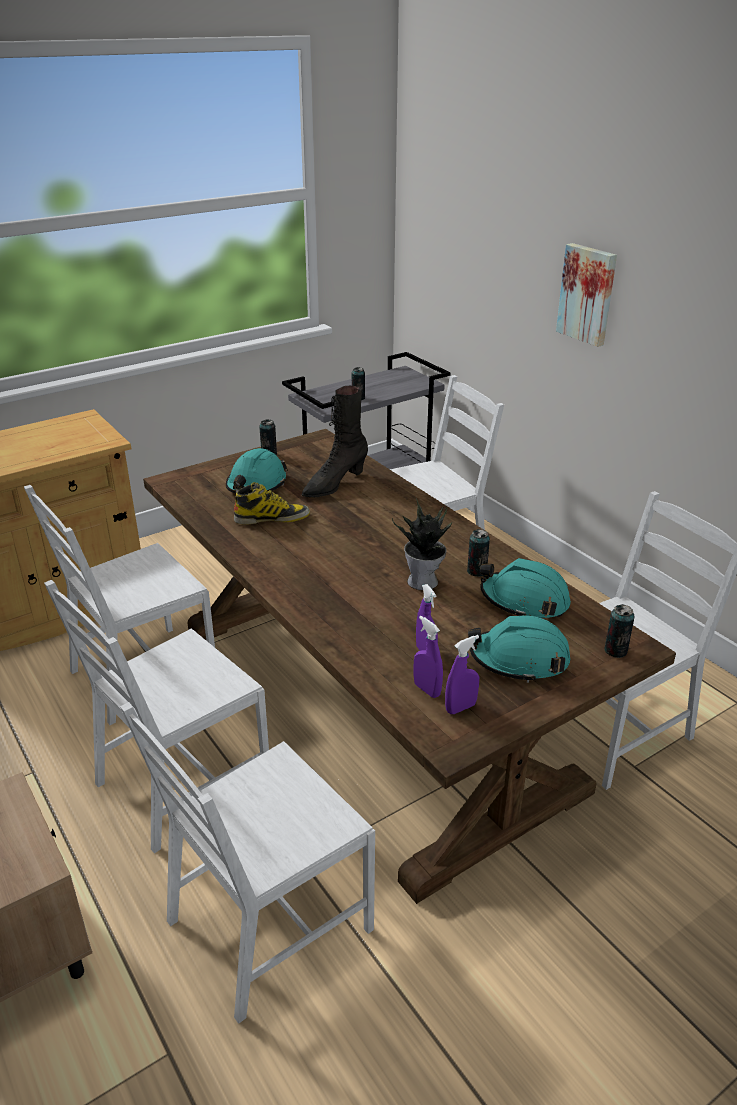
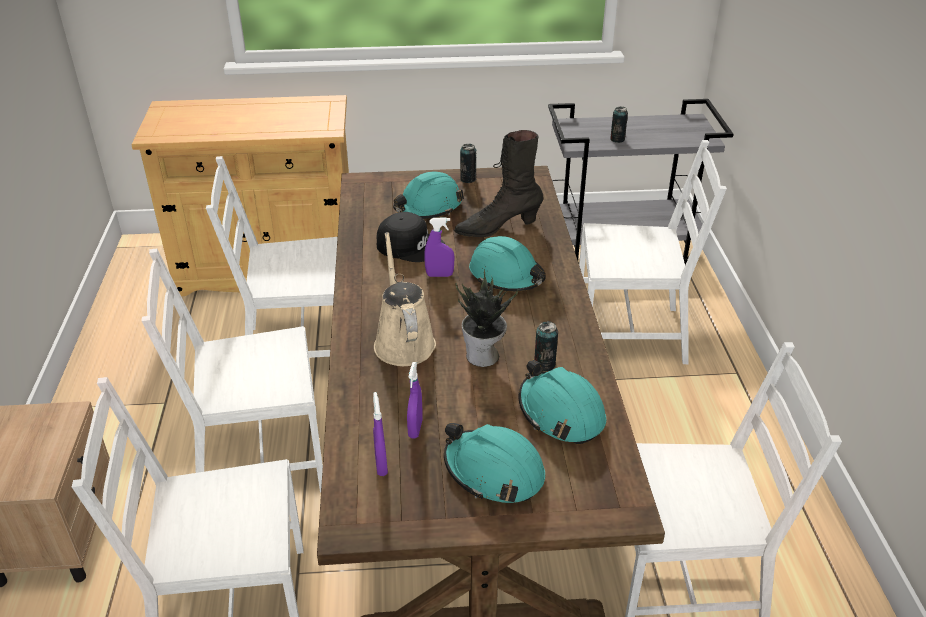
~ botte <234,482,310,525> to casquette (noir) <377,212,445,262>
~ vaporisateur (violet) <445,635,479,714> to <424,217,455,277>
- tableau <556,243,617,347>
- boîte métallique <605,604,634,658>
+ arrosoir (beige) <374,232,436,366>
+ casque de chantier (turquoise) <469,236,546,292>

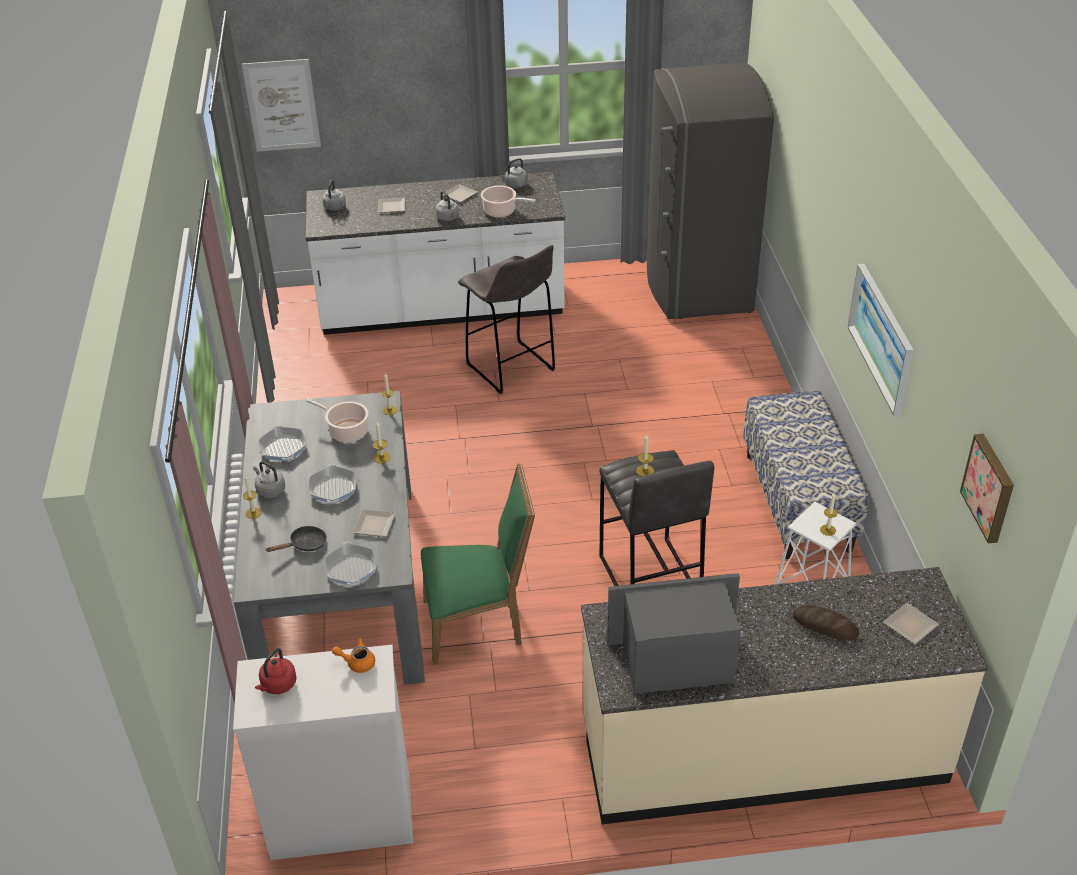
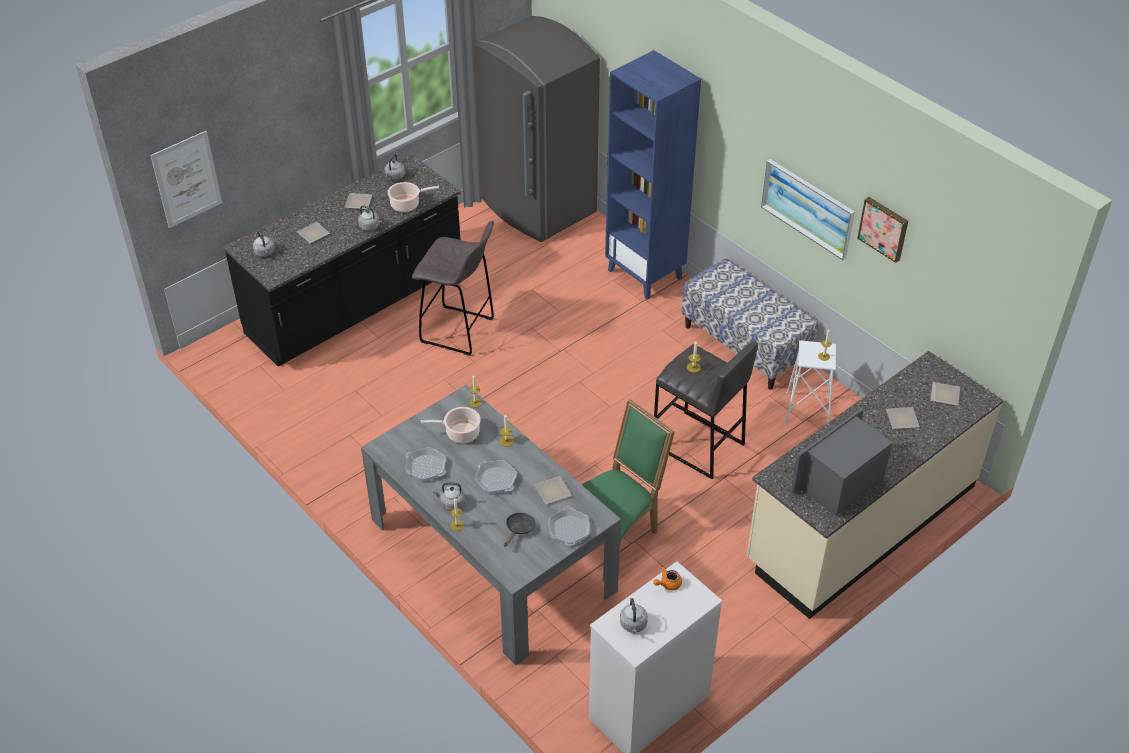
~ bouilloire (rouge) <255,648,297,694> to bouilloire (gris) <620,598,648,633>
~ comptoir de cuisine (blanc) <305,172,565,335> to comptoir de cuisine (noir) <223,154,461,366>
~ poêle <324,542,376,586> = <549,506,590,546> 45 degrees clockwise
~ pain <793,605,859,641> to assiette <886,407,920,429>
~ tableau <960,434,1014,544> to <857,197,908,263>
+ bibliothèque (bleu) <605,50,701,300>

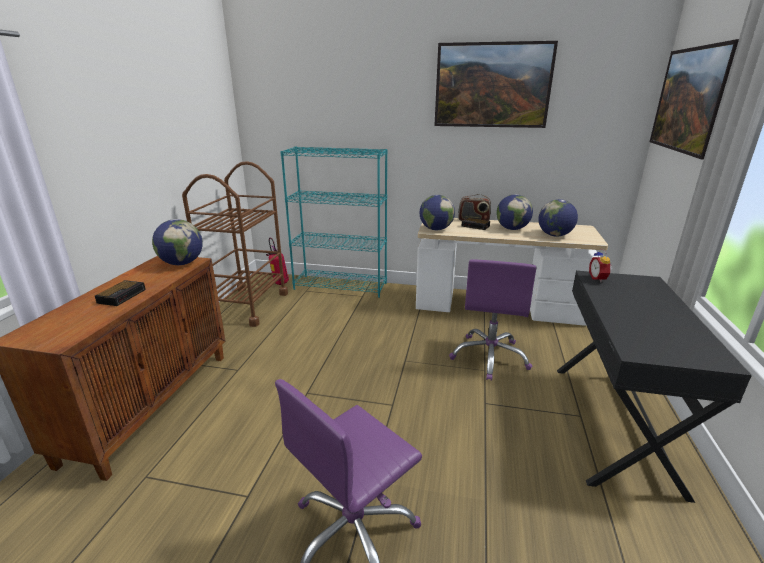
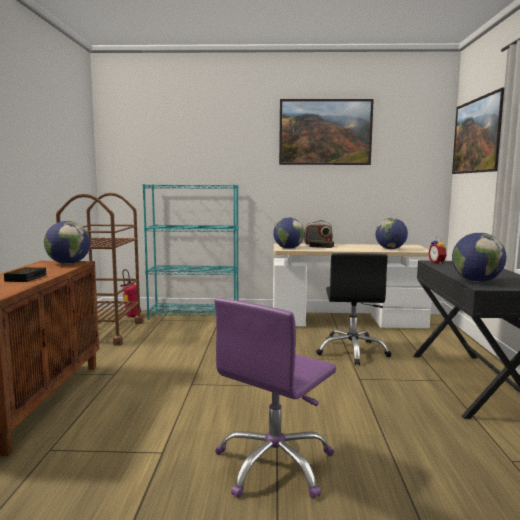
~ chaise de bureau (violet) <449,259,537,381> to chaise de bureau (noir) <316,253,392,365>
~ globe <496,194,533,230> to <452,232,506,282>

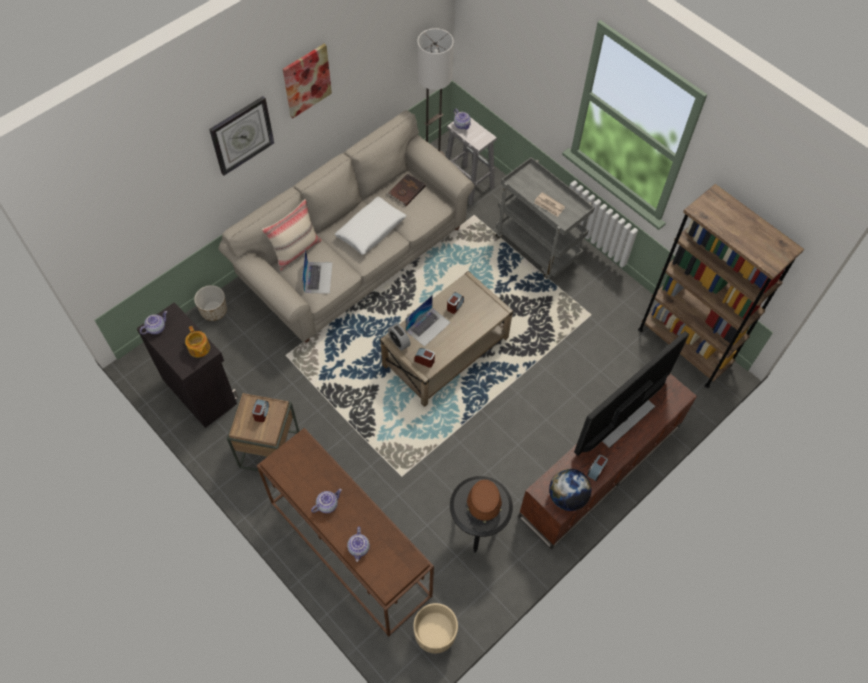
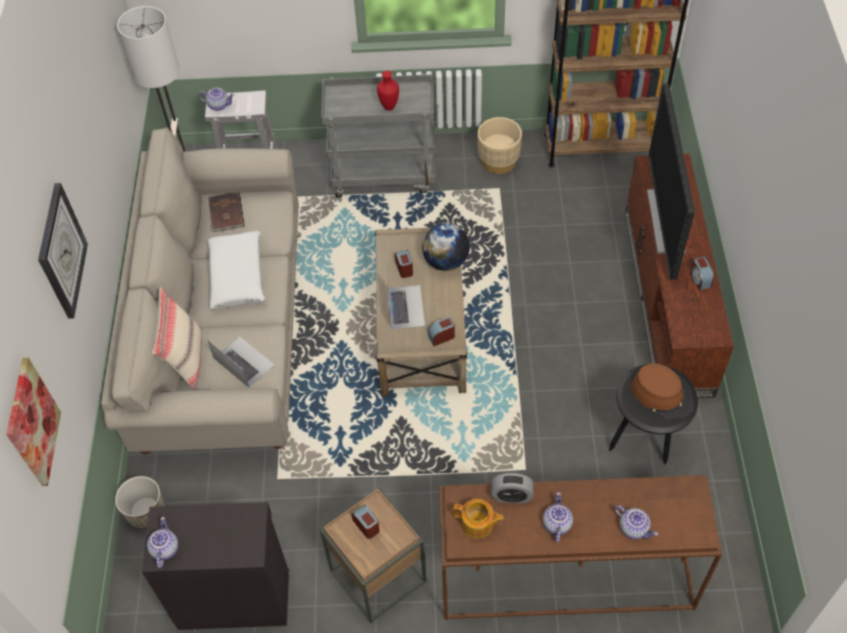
~ théière <185,326,210,357> to <453,499,504,539>
~ tableau <283,44,332,118> to <6,358,61,486>
~ réveil <388,324,411,351> to <491,473,533,504>
~ cache-pot (beige) <413,603,458,653> to <478,117,522,174>
~ journal <534,192,565,217> to vase (rouge) <377,71,399,111>
~ globe <549,469,591,511> to <422,223,470,271>

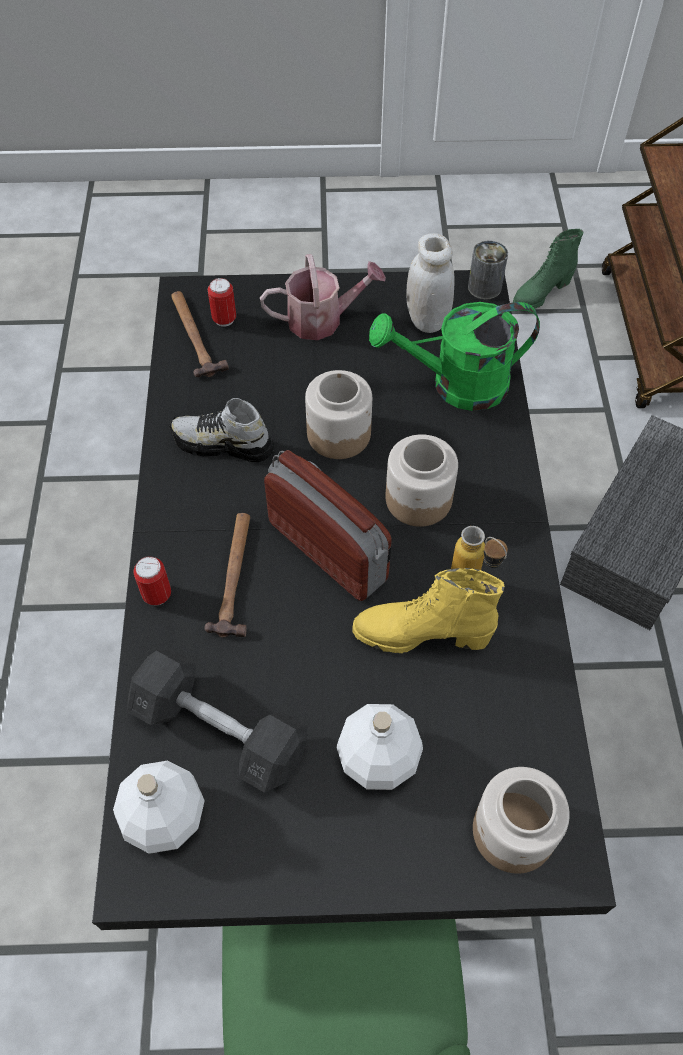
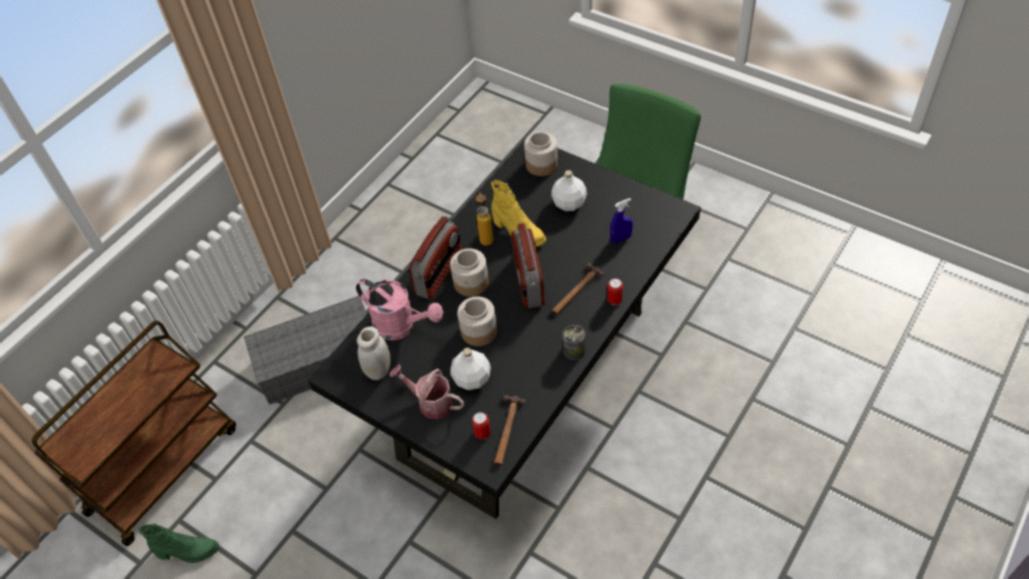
~ bouteille (blanc) <113,761,205,853> to <450,348,491,390>
~ haltère (gris) <127,650,308,793> to vaporisateur (bleu) <610,198,633,244>
- chaussure <169,398,274,462>
~ arrosoir (vert) <369,302,540,411> to arrosoir (rose) <356,279,444,340>
~ boîte métallique <468,240,508,299> to <563,325,585,360>
+ radio <409,216,462,300>

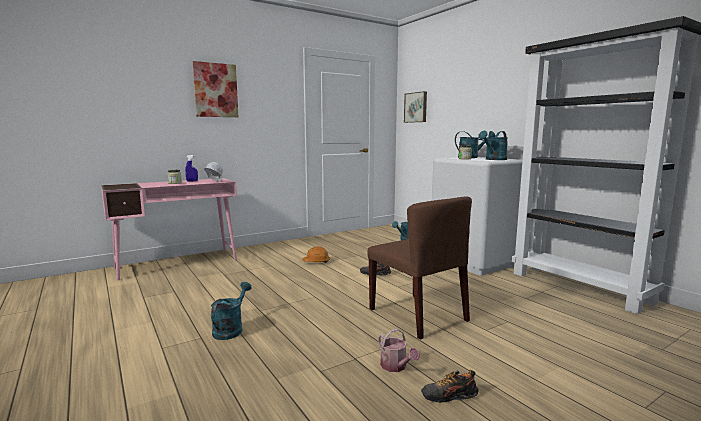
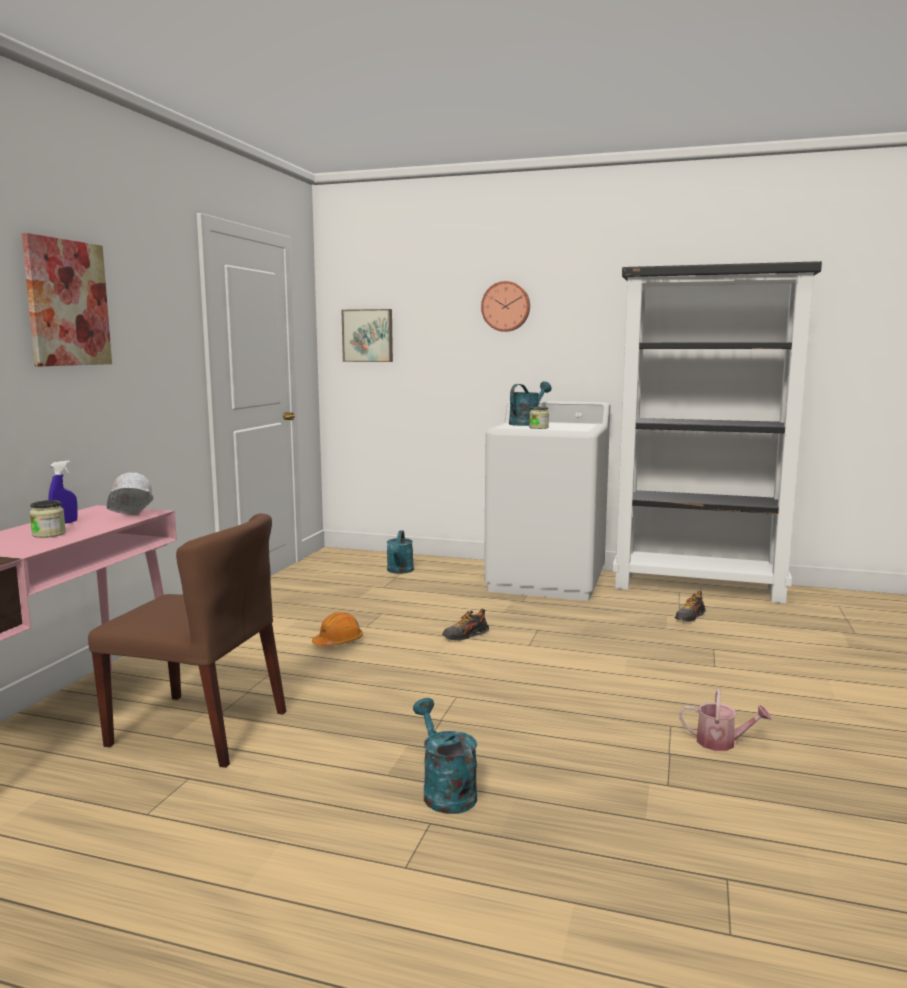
~ chaise (marron) <368,197,472,340> to <88,513,286,768>
~ chaussure <421,370,478,403> to <675,591,706,622>
- arrosoir (turquoise) <478,131,508,160>
+ horloge murale <481,281,530,332>

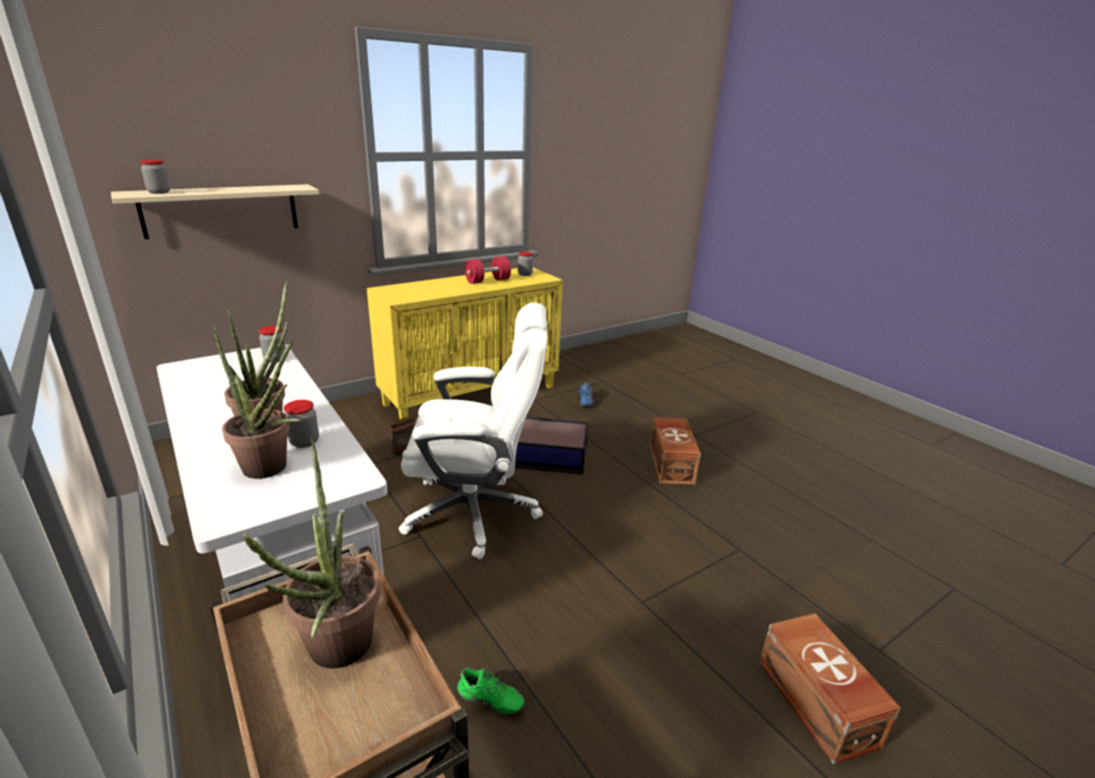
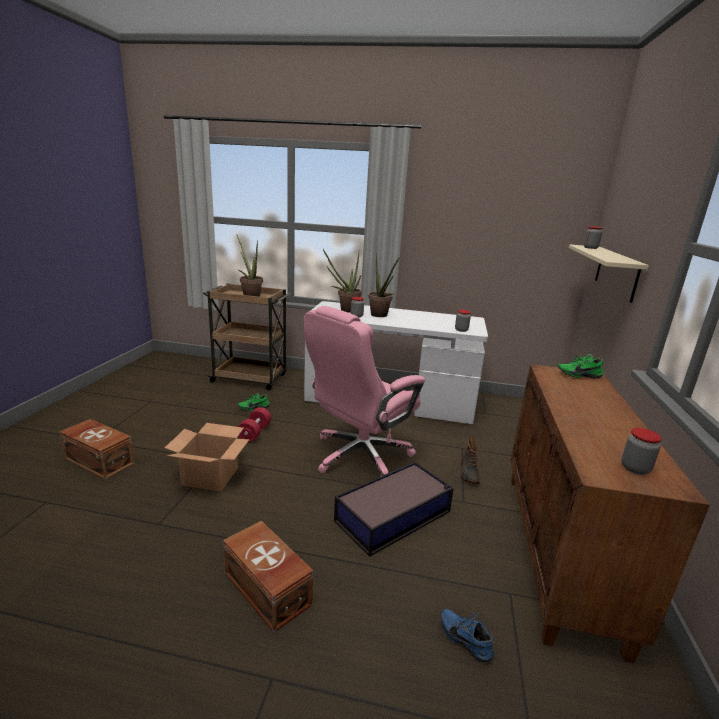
~ meuble de rangement (jaune) <367,268,563,419> to meuble de rangement (marron) <510,364,710,664>
~ chaise de bureau (blanc) <399,303,547,559> to chaise de bureau (rose) <304,306,425,477>
~ haltère (rouge) <465,256,511,284> to <238,407,271,442>
+ carton <165,423,250,491>
+ chaussure (vert) <558,354,604,379>

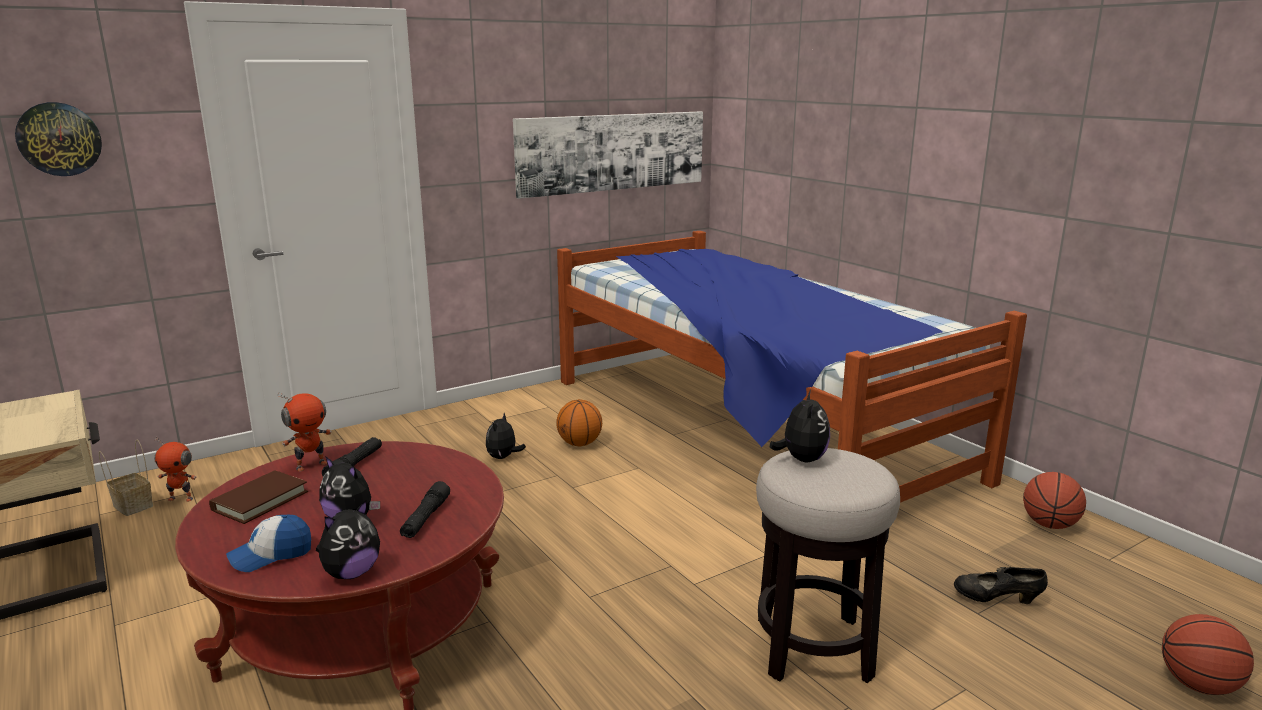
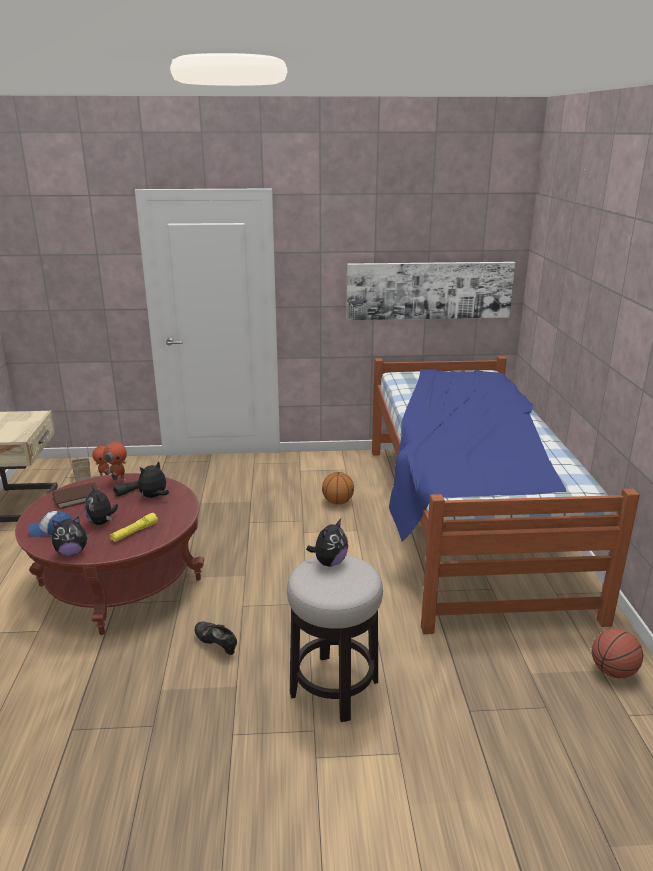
- horloge murale <15,102,102,176>
~ robot jouet <278,392,332,471> = <103,442,127,487> 60 degrees counterclockwise
~ lampe de poche (noir) <400,481,450,538> to lampe de poche (jaune) <110,513,158,542>
~ peluche <486,413,526,459> to <138,461,169,498>
~ chaussure (noir) <954,567,1048,604> to <195,622,237,655>
- ballon de basket <1162,614,1254,695>

